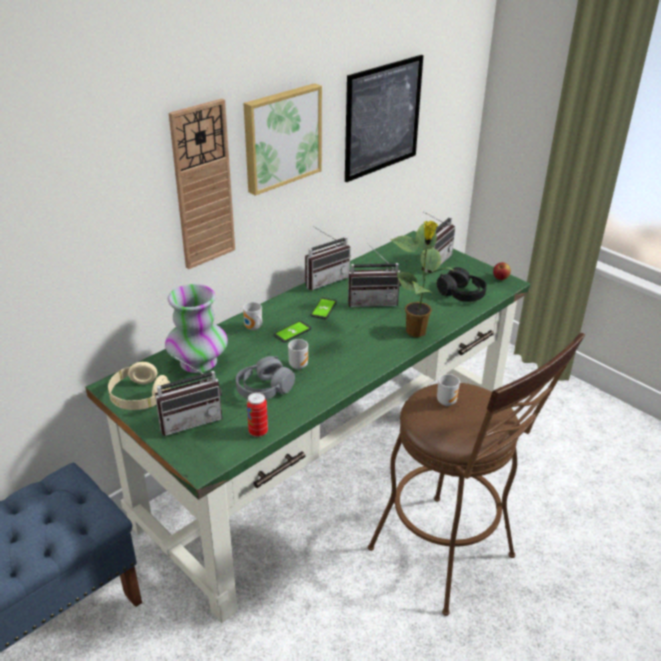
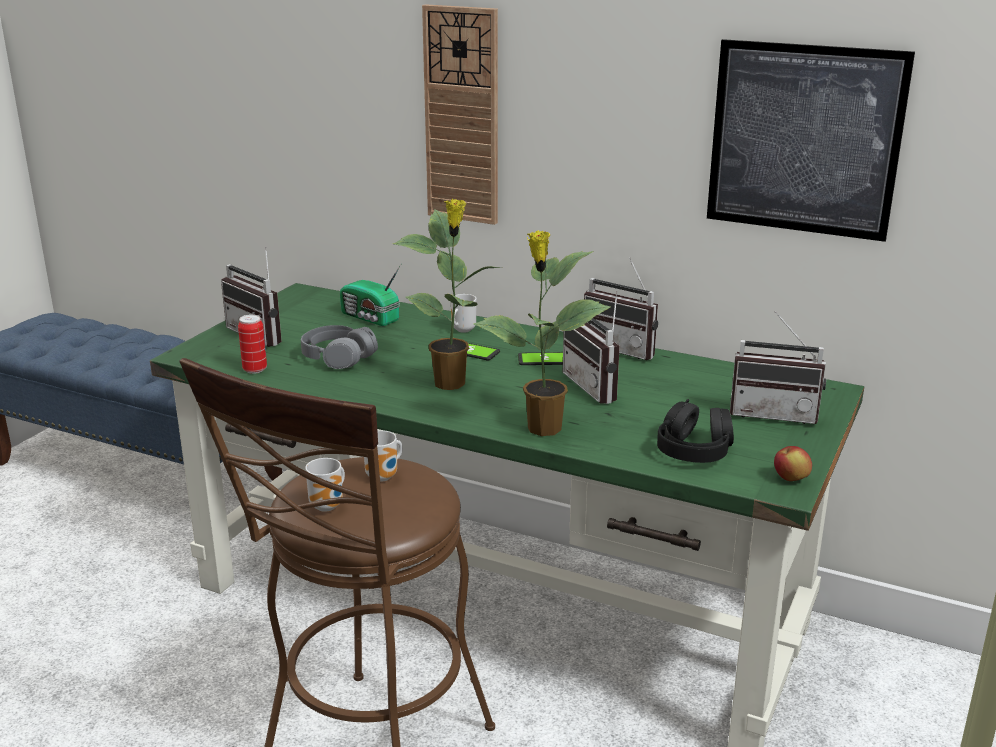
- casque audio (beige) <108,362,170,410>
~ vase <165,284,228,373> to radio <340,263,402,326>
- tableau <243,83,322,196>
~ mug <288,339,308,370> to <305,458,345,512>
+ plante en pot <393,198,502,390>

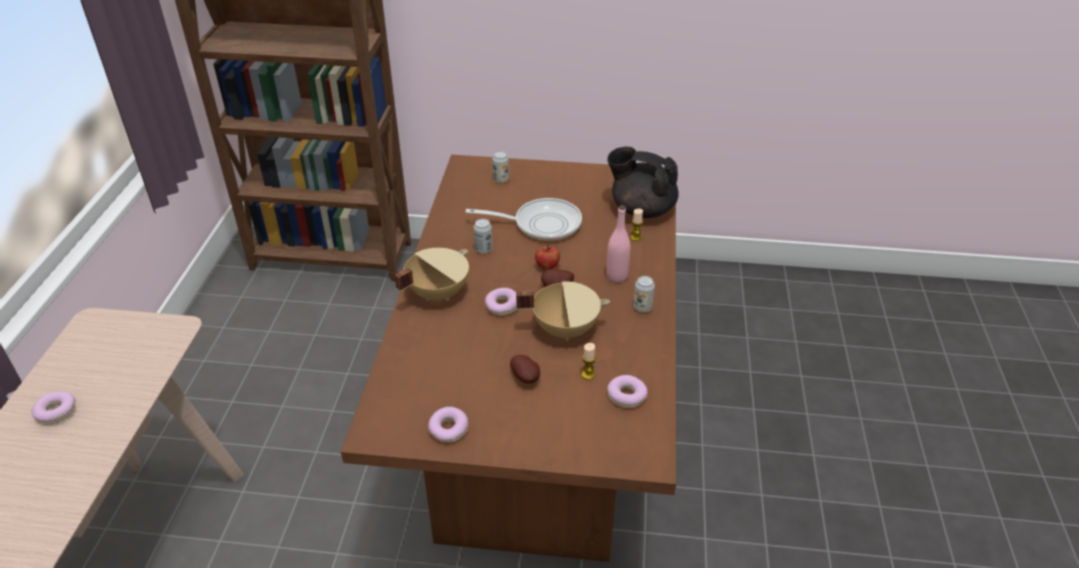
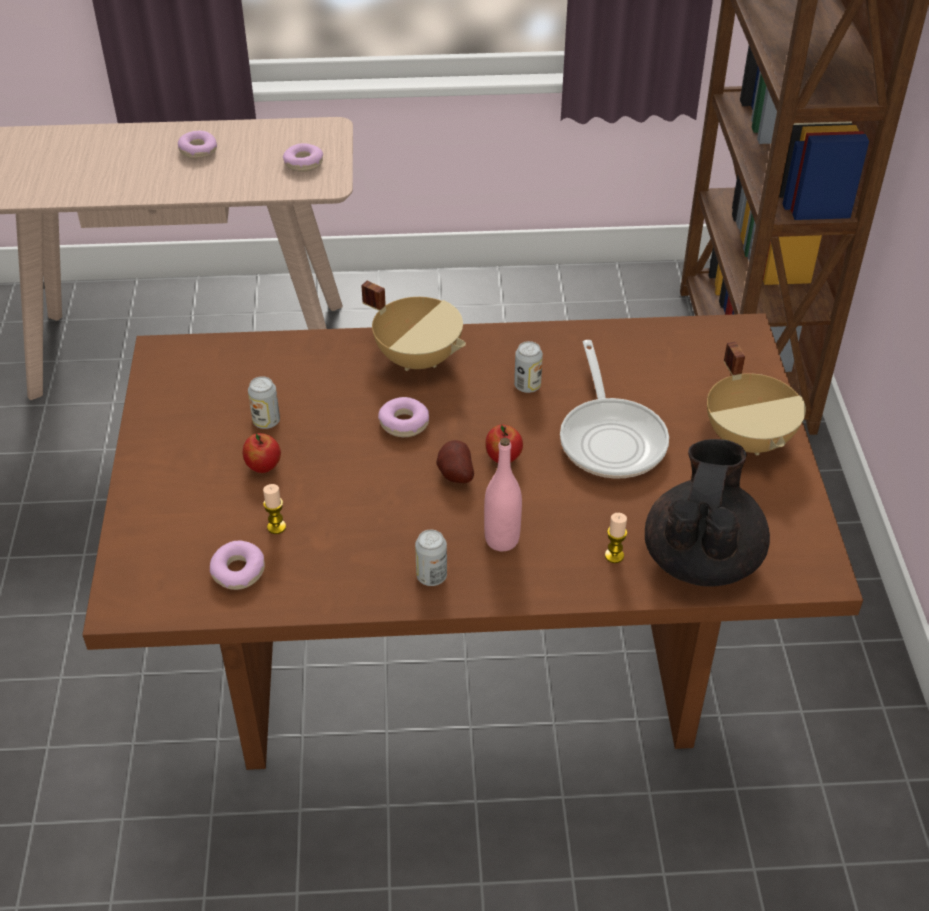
~ beignet <428,407,468,443> to <283,143,323,172>
~ boîte métallique <492,151,509,183> to <248,376,280,429>
~ pomme de terre <510,355,540,384> to pomme <243,433,281,473>
~ marmite (beige) <516,282,610,341> to <707,342,806,456>

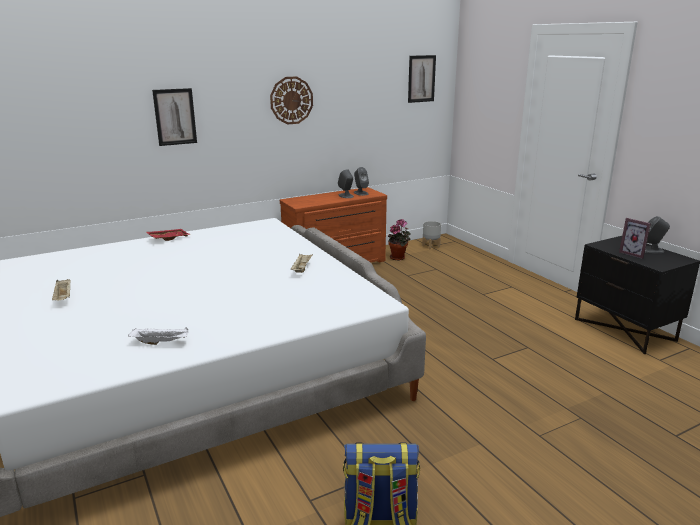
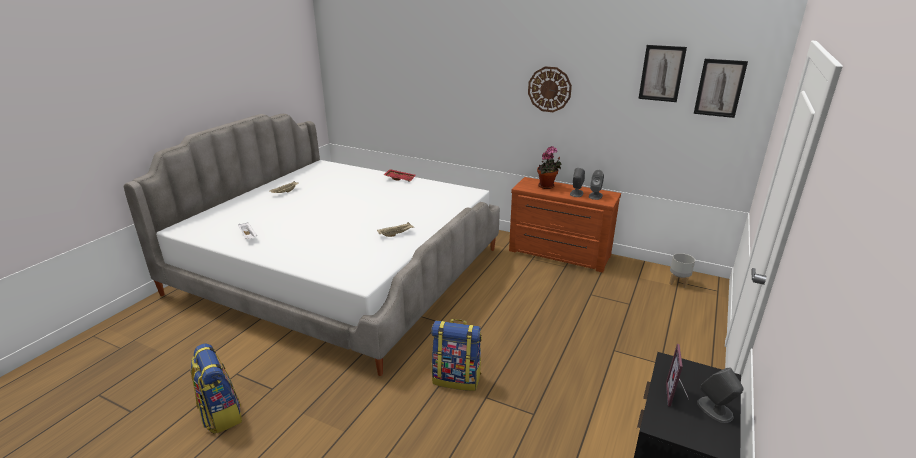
~ tableau <152,88,197,146> to <638,45,687,102>
~ plante en pot <388,219,411,260> to <537,146,562,189>
+ sac à dos <431,319,482,391>

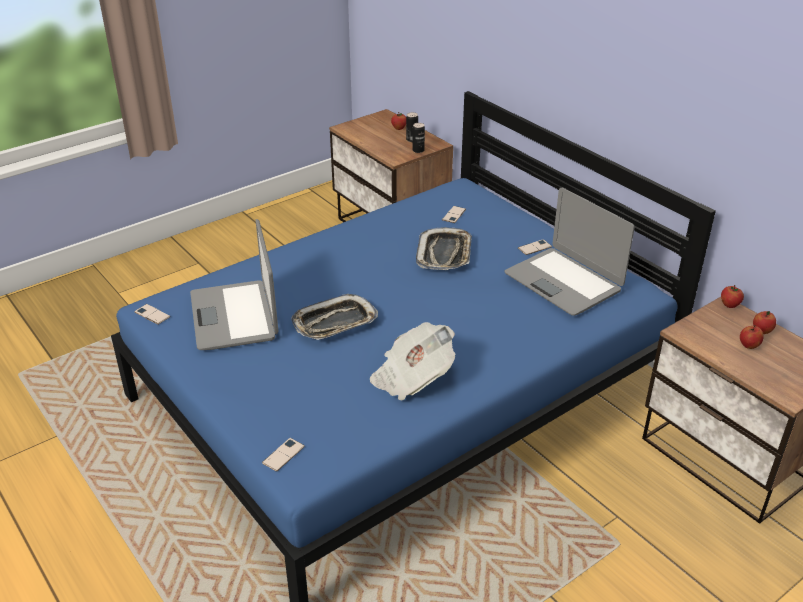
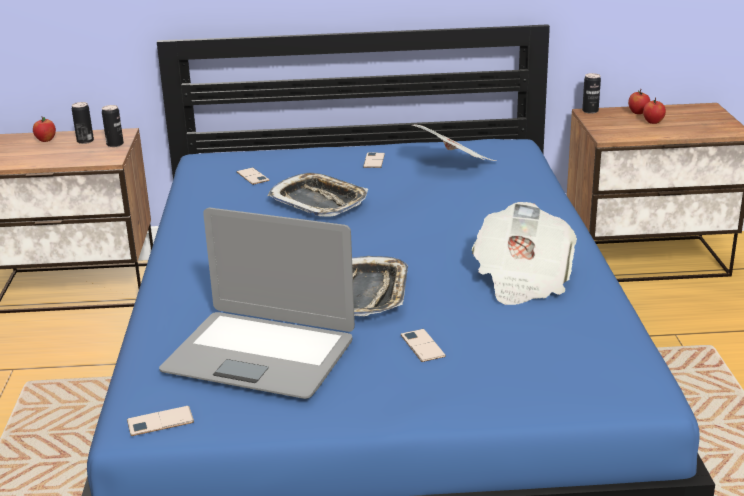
~ téléphone <262,438,305,472> to <401,329,446,362>
~ ordinateur portable <505,187,635,316> to journal <412,124,497,161>
~ pomme <721,285,744,308> to boîte métallique <582,73,601,114>

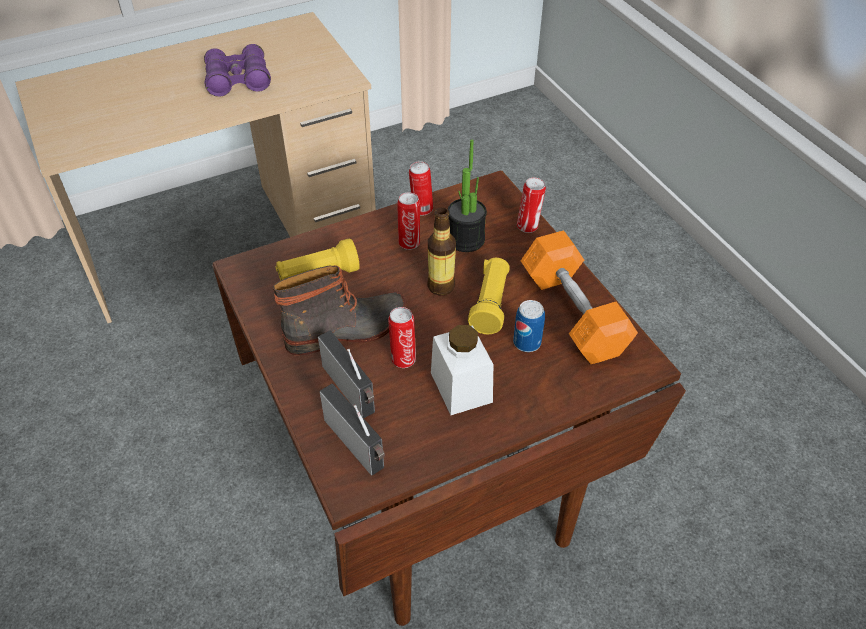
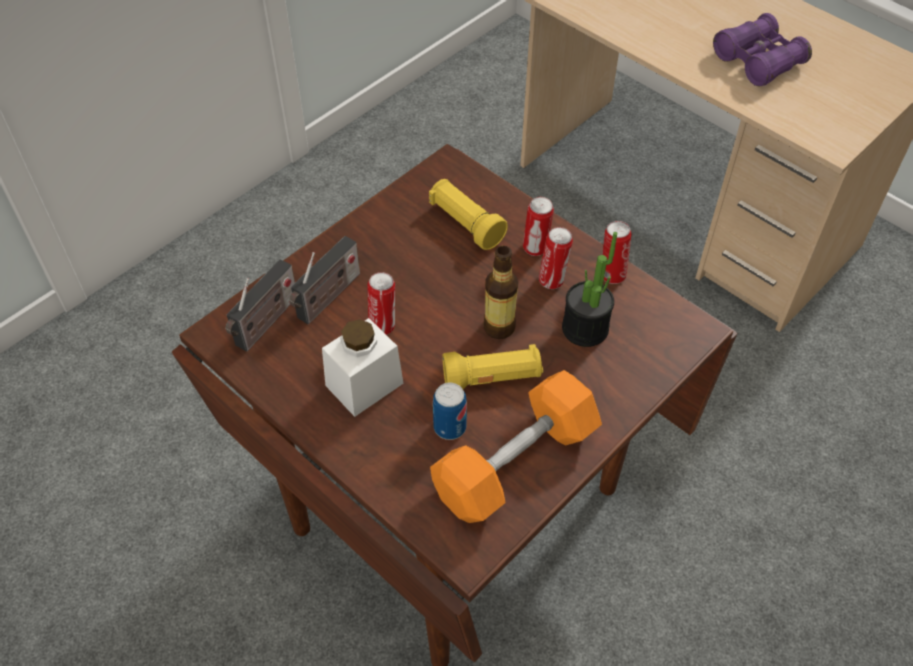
- botte <273,265,406,356>
~ boîte métallique <517,177,546,233> to <523,197,554,256>

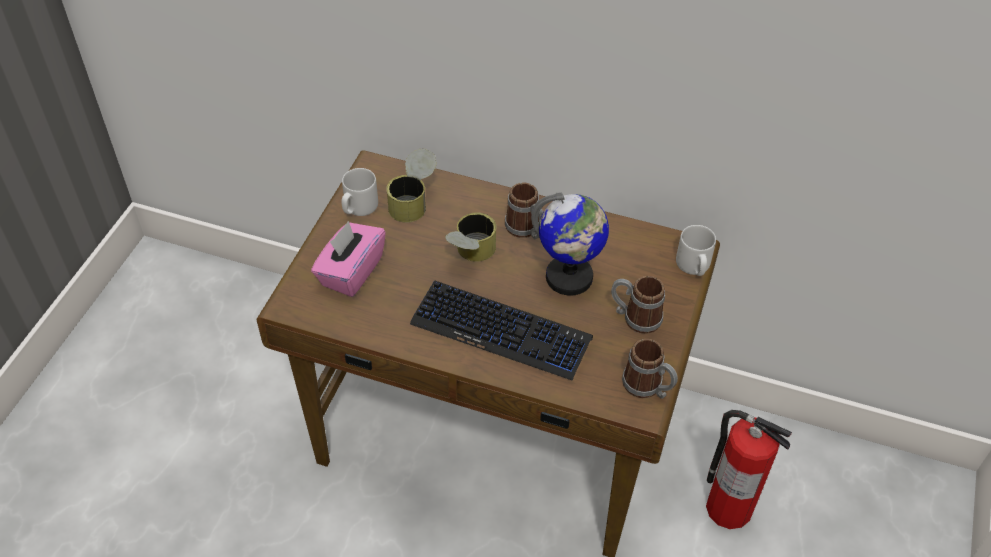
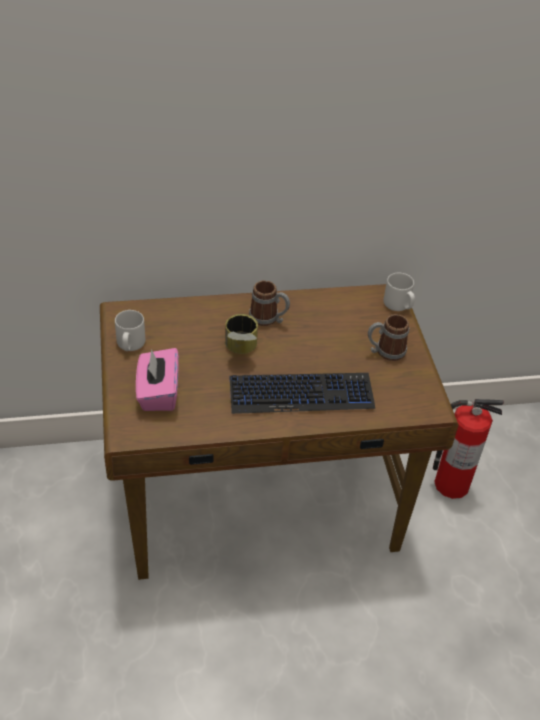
- boîte métallique <386,149,437,223>
- globe <531,192,609,296>
- mug <622,339,678,399>

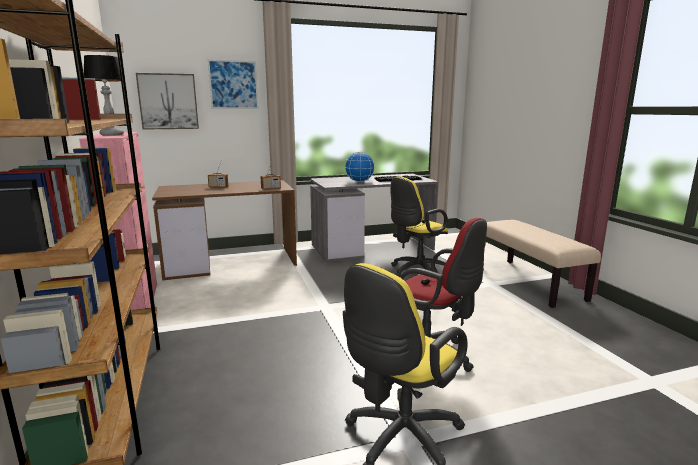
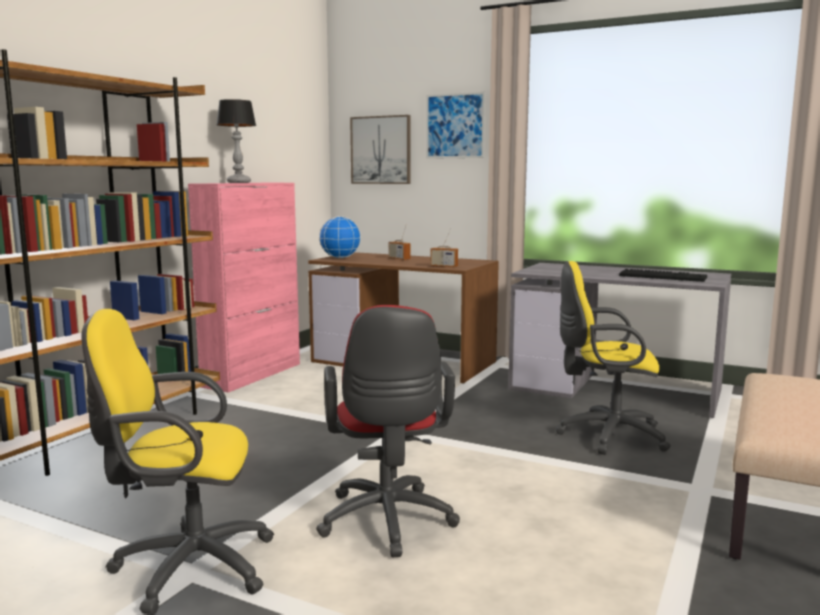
~ globe <345,152,375,182> to <319,216,361,258>

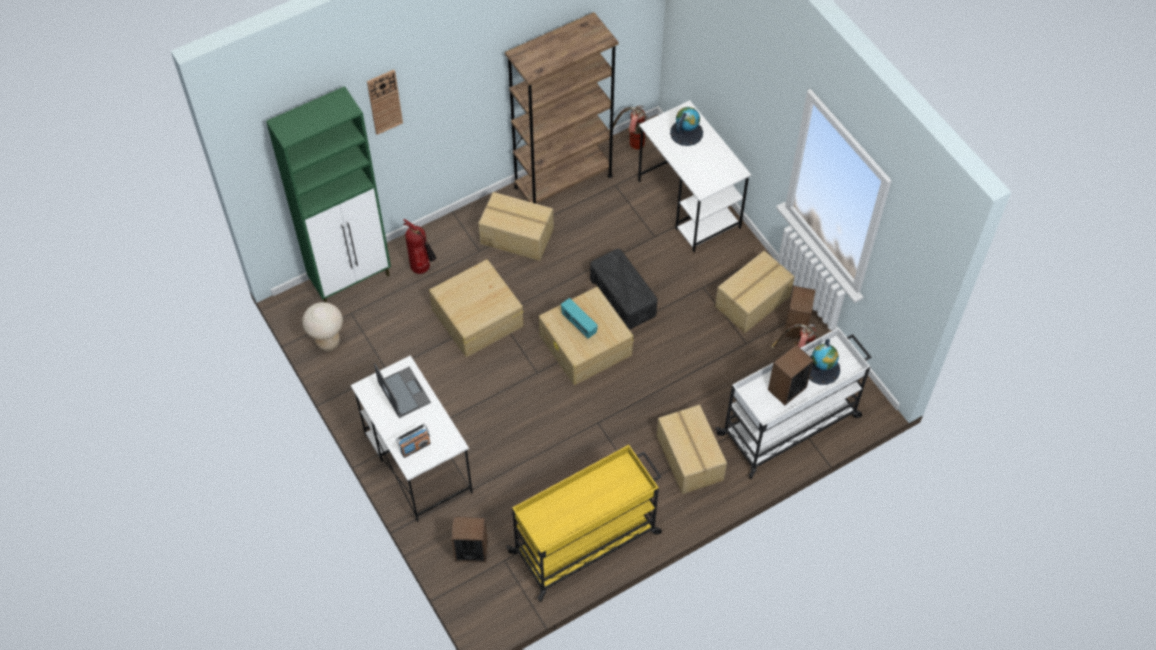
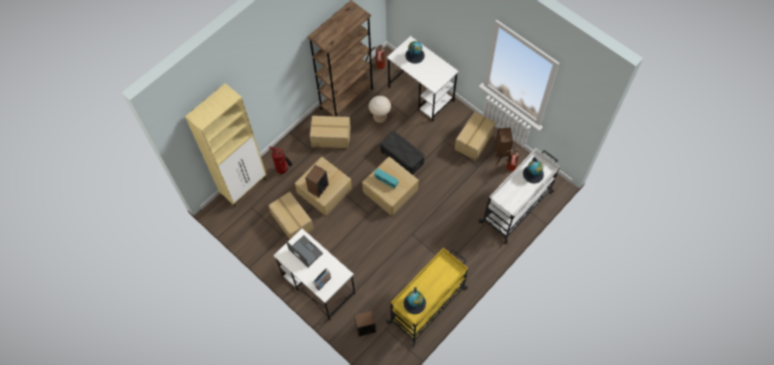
~ meuble de rangement (vert) <266,86,391,302> to meuble de rangement (beige) <185,83,266,207>
~ tabouret (beige) <302,302,343,351> to <369,96,391,123>
- horloge murale <367,70,403,135>
~ carton <657,404,727,494> to <268,192,314,239>
~ enceinte <768,345,814,405> to <305,165,329,197>
+ globe <404,287,426,314>

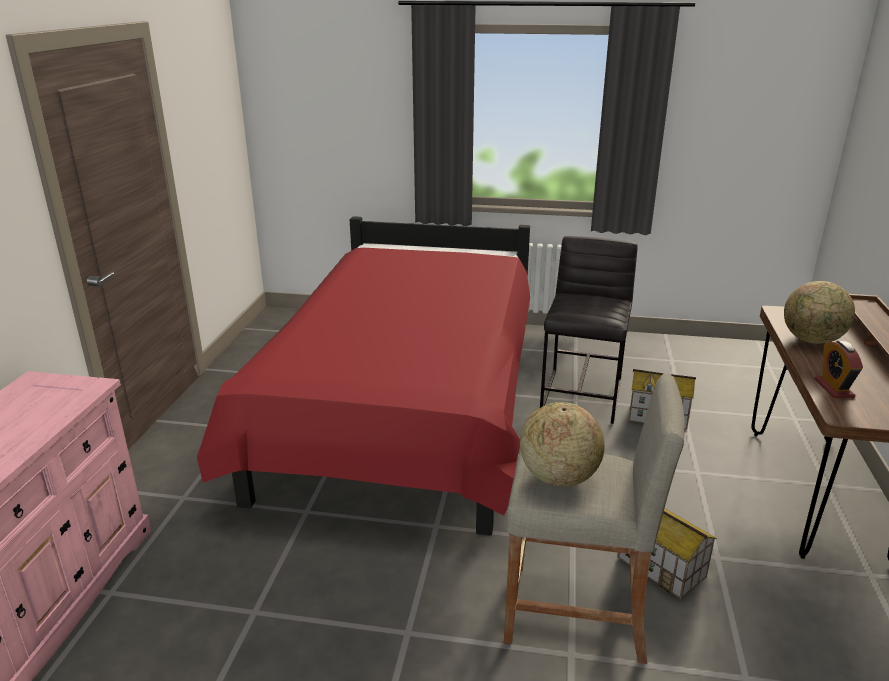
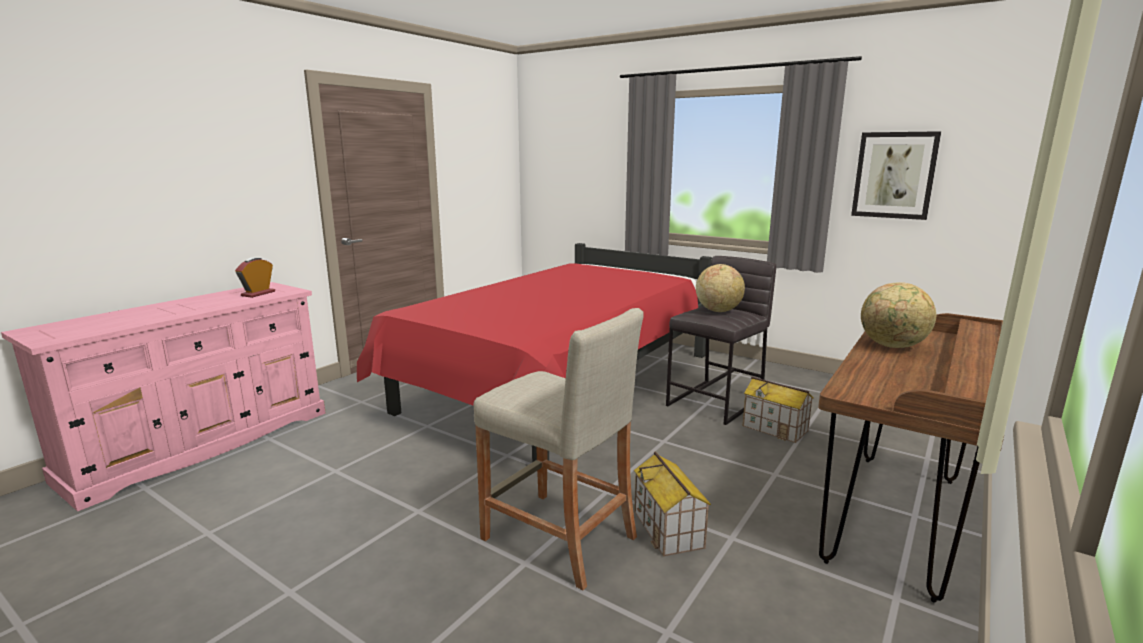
~ globe <520,402,605,487> to <696,264,745,312>
~ réveil <815,340,863,398> to <235,258,275,298>
+ tableau <851,131,941,220>

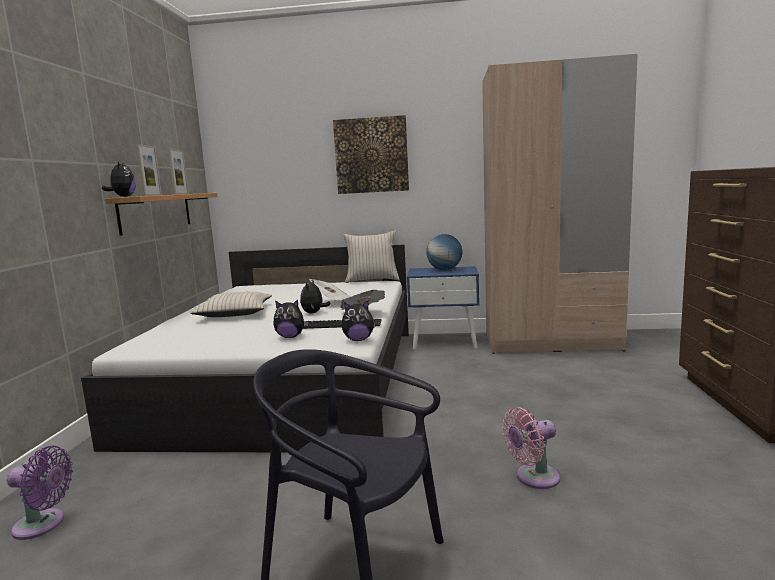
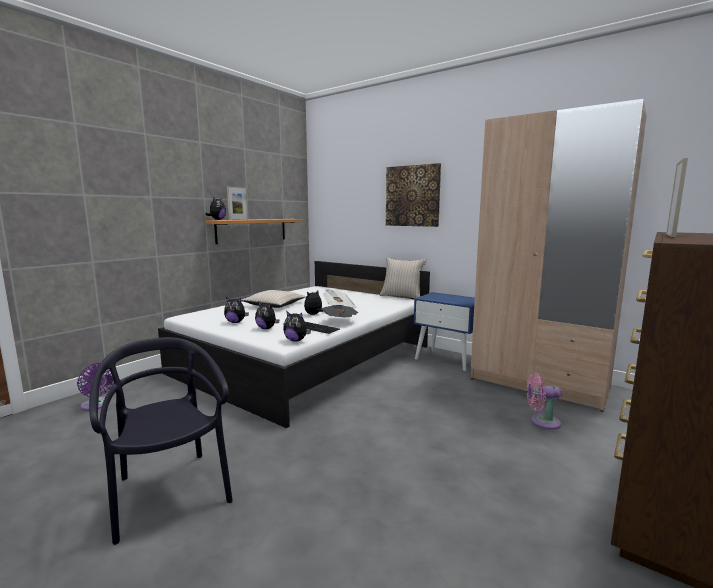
~ cadre photo <168,149,189,195> to <666,158,688,237>
- globe <426,234,462,270>
~ ventilateur (rose) <503,407,560,489> to <527,373,561,430>
+ peluche <224,297,249,323>

